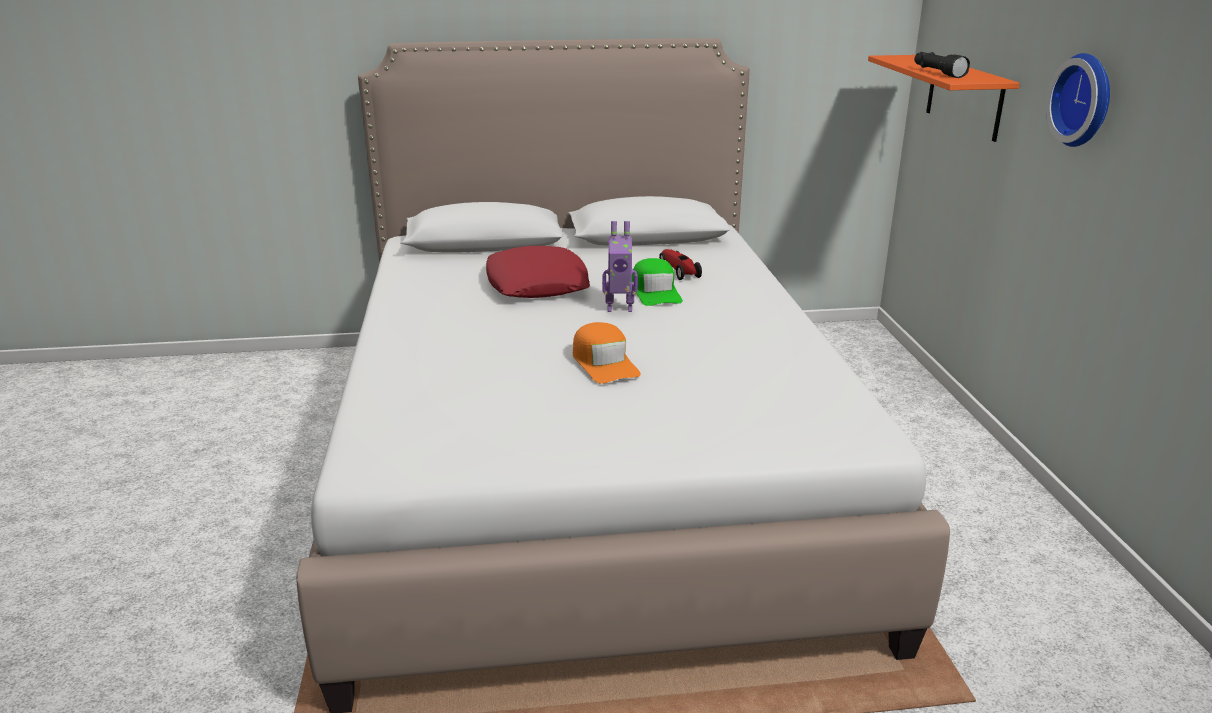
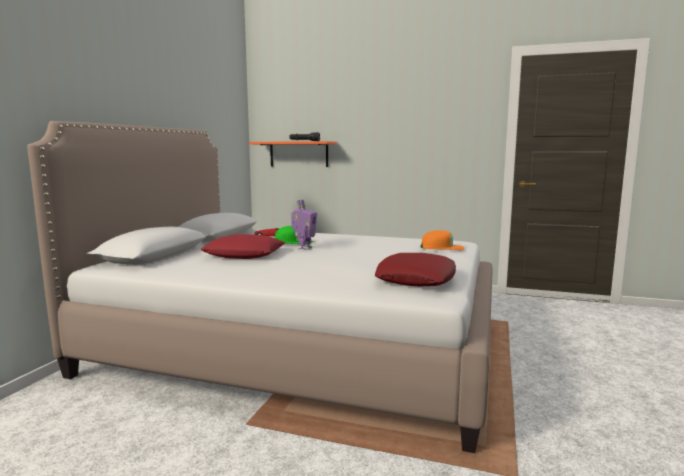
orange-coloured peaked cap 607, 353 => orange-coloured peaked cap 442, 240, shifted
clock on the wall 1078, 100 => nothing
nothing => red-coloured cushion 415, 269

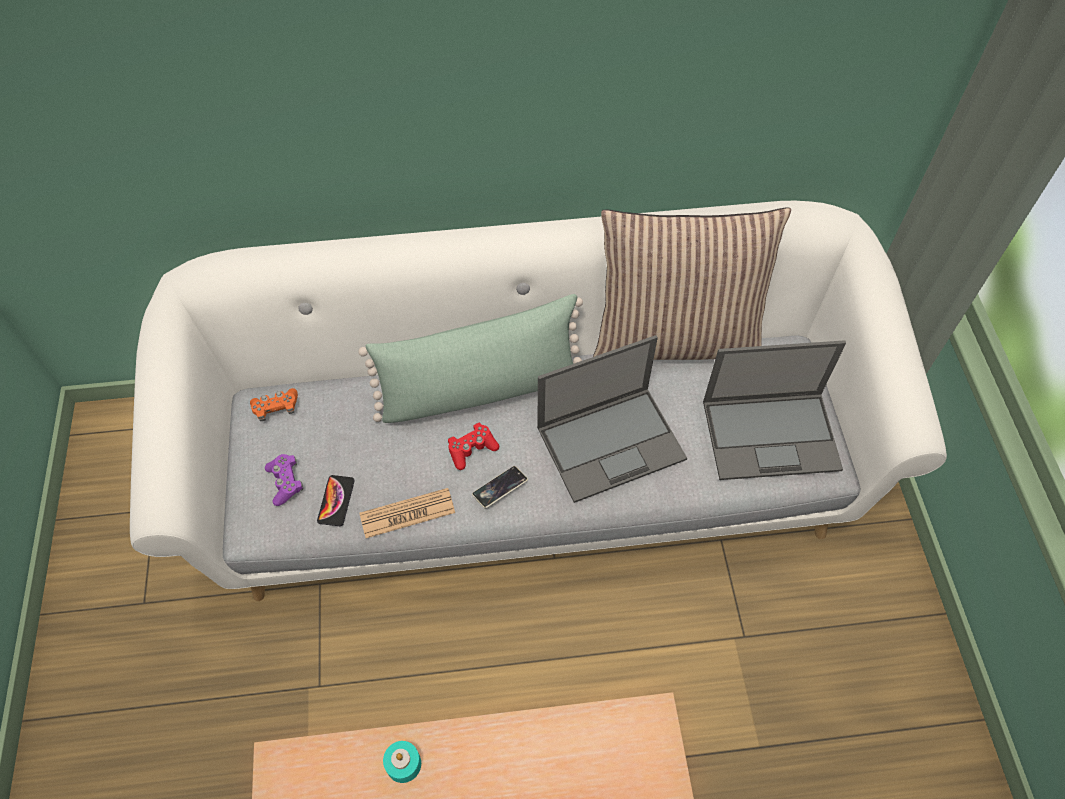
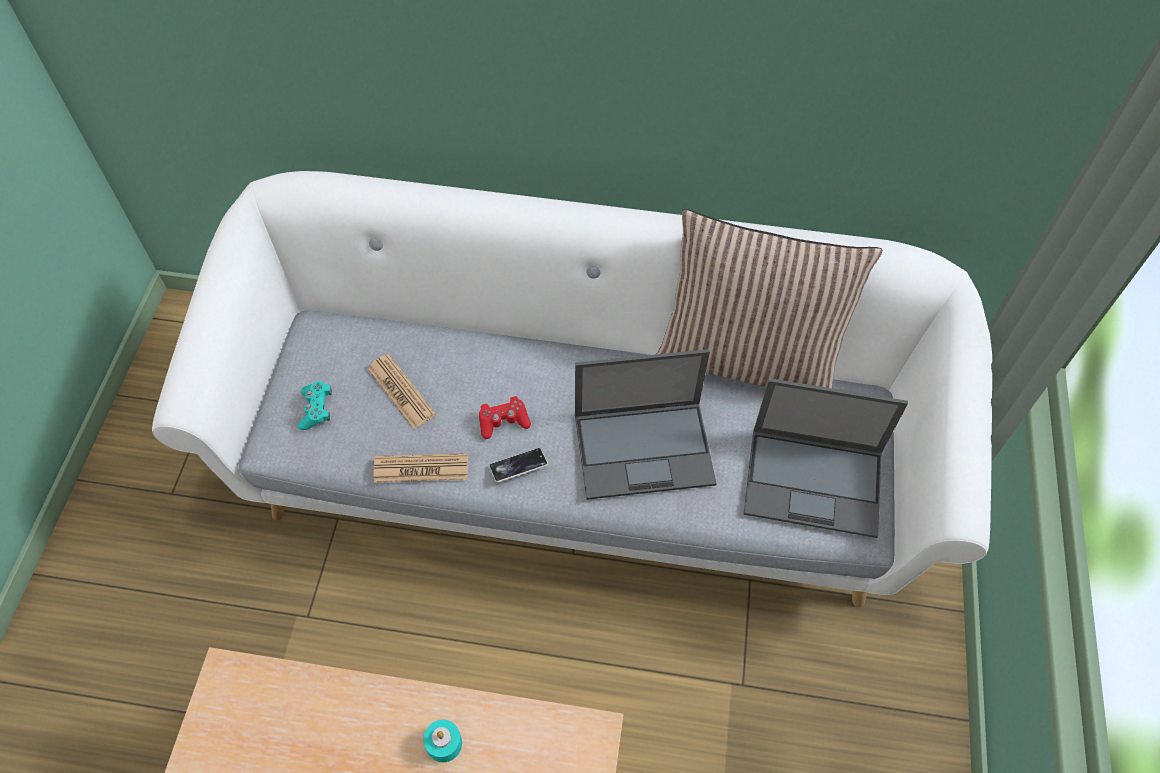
orange-coloured gamepad 274, 404 => nothing
purple-coloured gamepad 284, 480 => turquoise-coloured gamepad 315, 405
handset 336, 500 => nothing
green cushion 470, 358 => nothing
turquoise-coloured wax light 402, 762 => turquoise-coloured wax light 442, 741, shifted
nothing => printed paper 401, 391

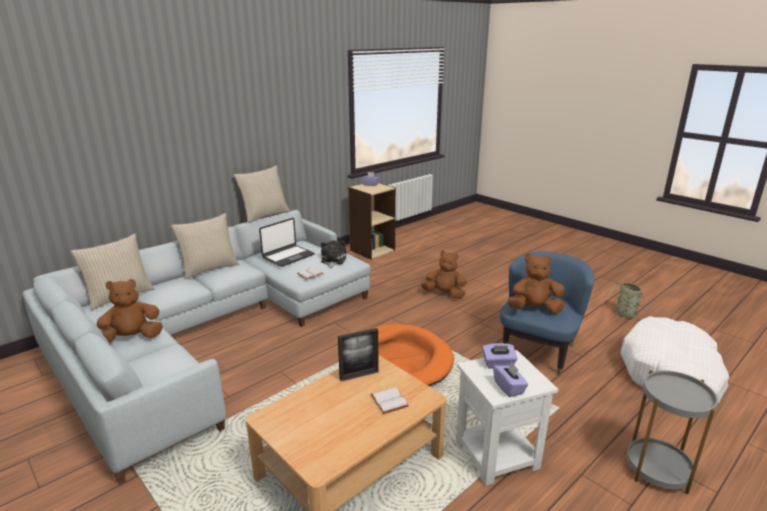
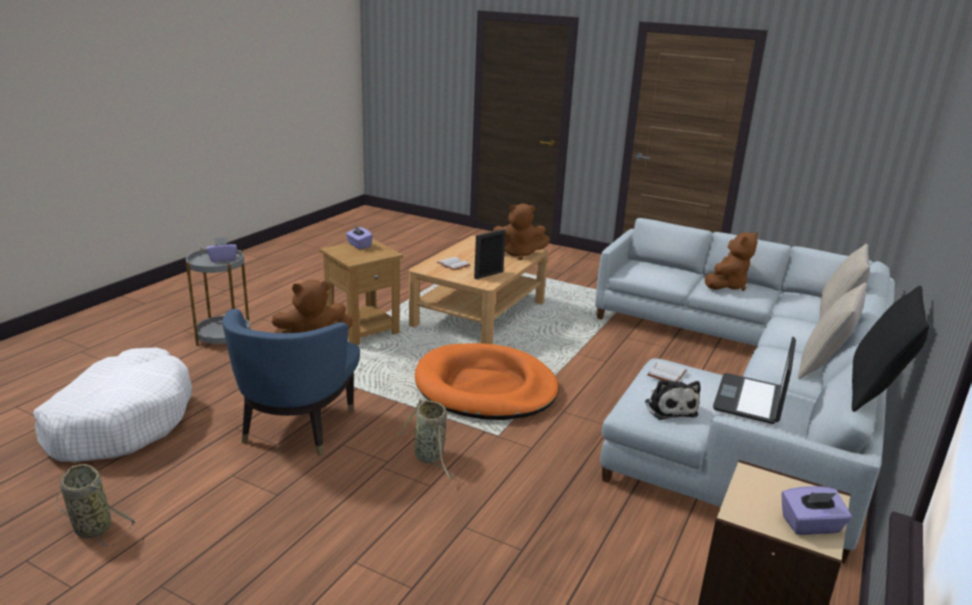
beige cushion 262, 194 => black cushion 891, 349
brown-coloured soft toy 444, 274 => brown-coloured soft toy 521, 231, shifted
whitish accent table 507, 418 => brown-coloured accent table 361, 292
purple-coloured tissue box 499, 356 => purple-coloured tissue box 222, 249, shifted
nothing => storage basket 426, 438

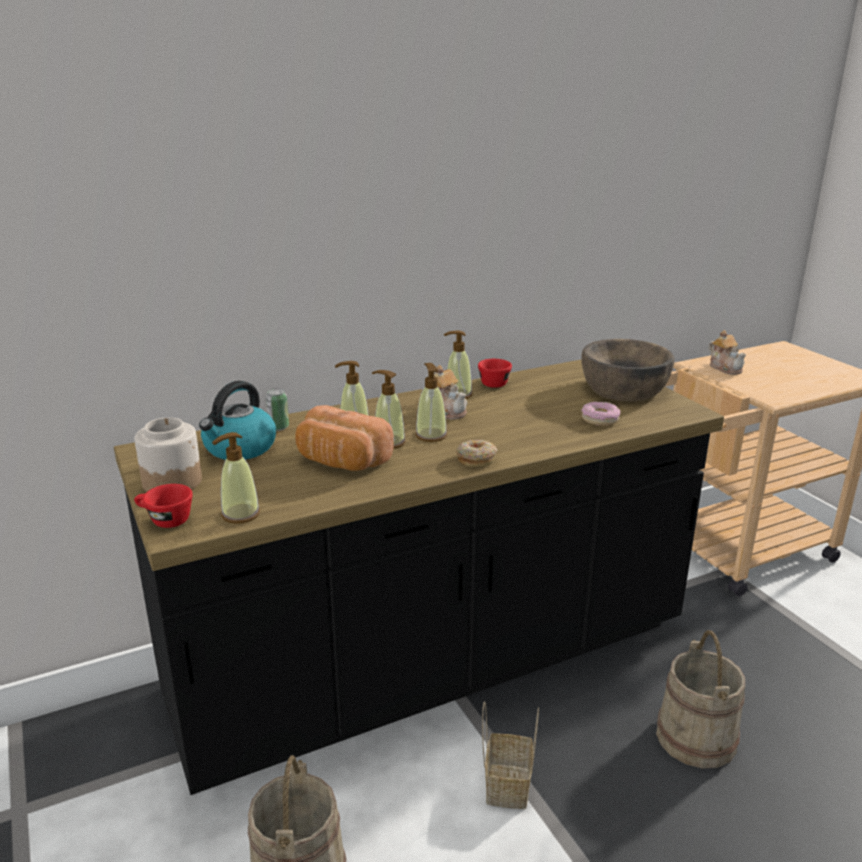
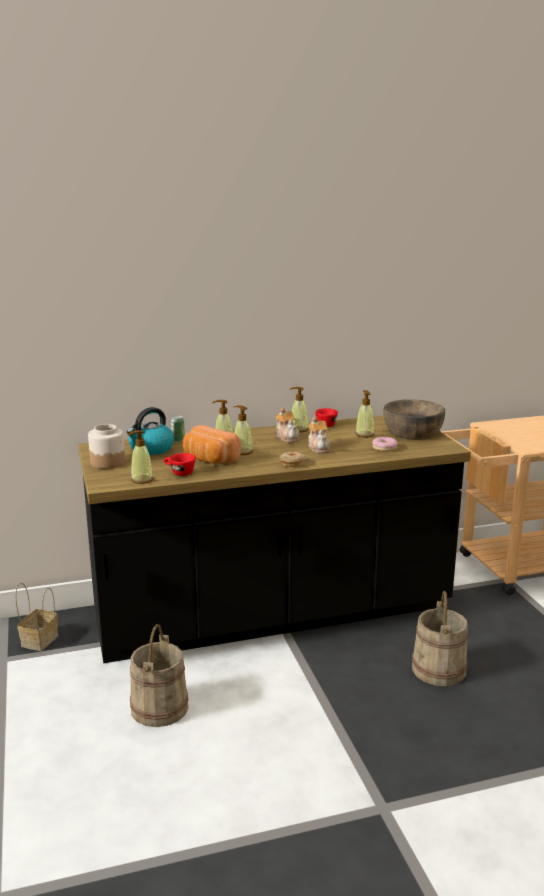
red-coloured cup 163, 506 => red-coloured cup 180, 464, shifted
liquid soap bottle 431, 402 => liquid soap bottle 365, 414, shifted
storage basket 510, 755 => storage basket 36, 617, shifted
pot for tea 727, 352 => pot for tea 319, 434, shifted

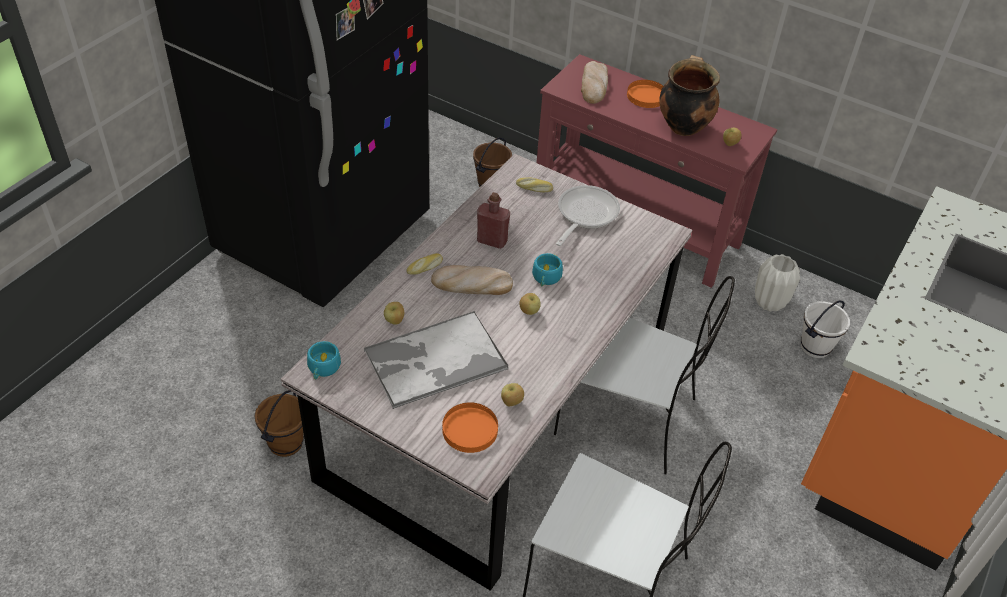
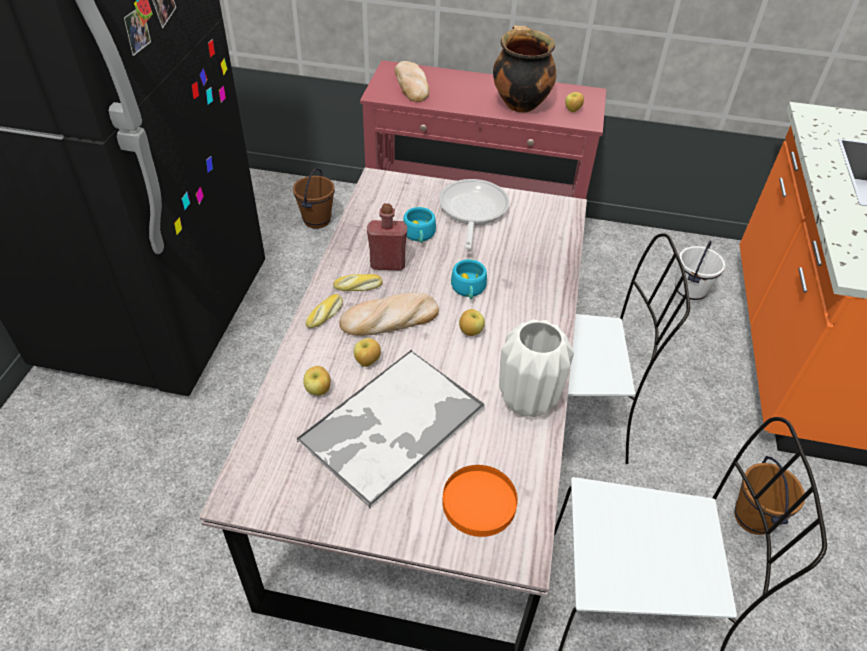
brown-coloured pail 279, 423 => brown-coloured pail 769, 495, shifted
turquoise-coloured cup 324, 360 => turquoise-coloured cup 419, 225, shifted
whole apple 512, 394 => whole apple 367, 352, shifted
baked bread 534, 184 => baked bread 358, 282, shifted
orange-coloured dinner plate 645, 94 => nothing
whitish flower vase 777, 283 => whitish flower vase 536, 368, shifted

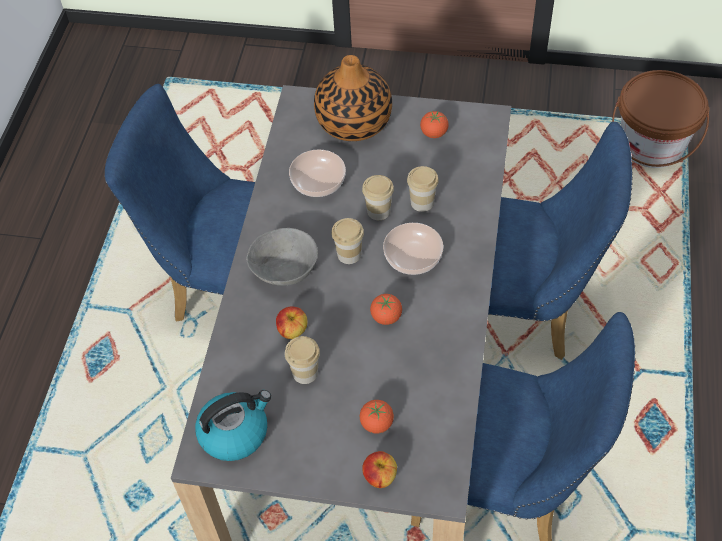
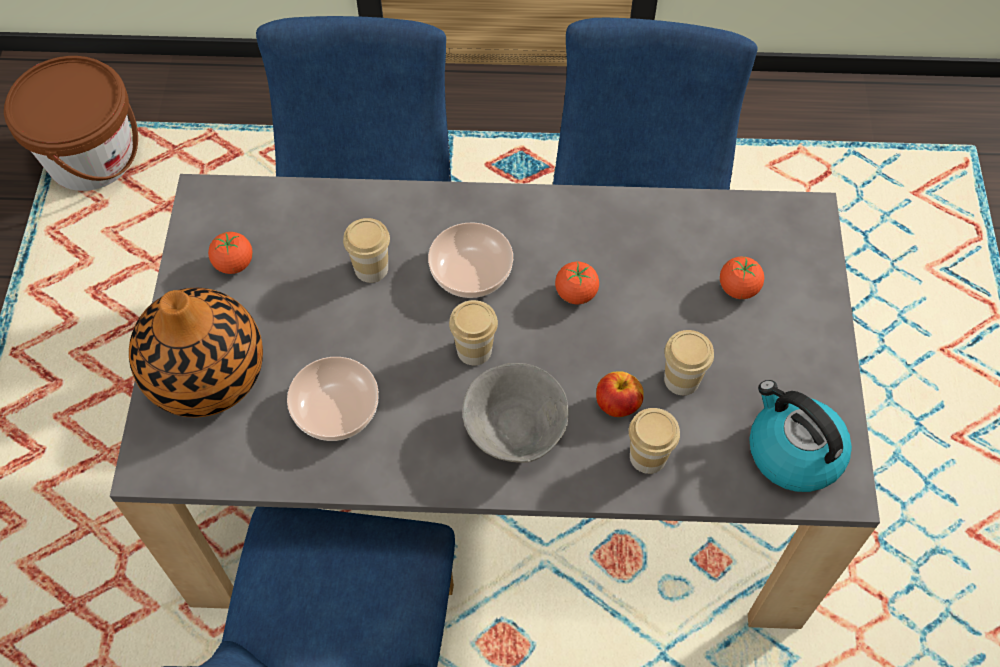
cup 378, 197 => cup 654, 441, shifted
whole apple 379, 469 => nothing

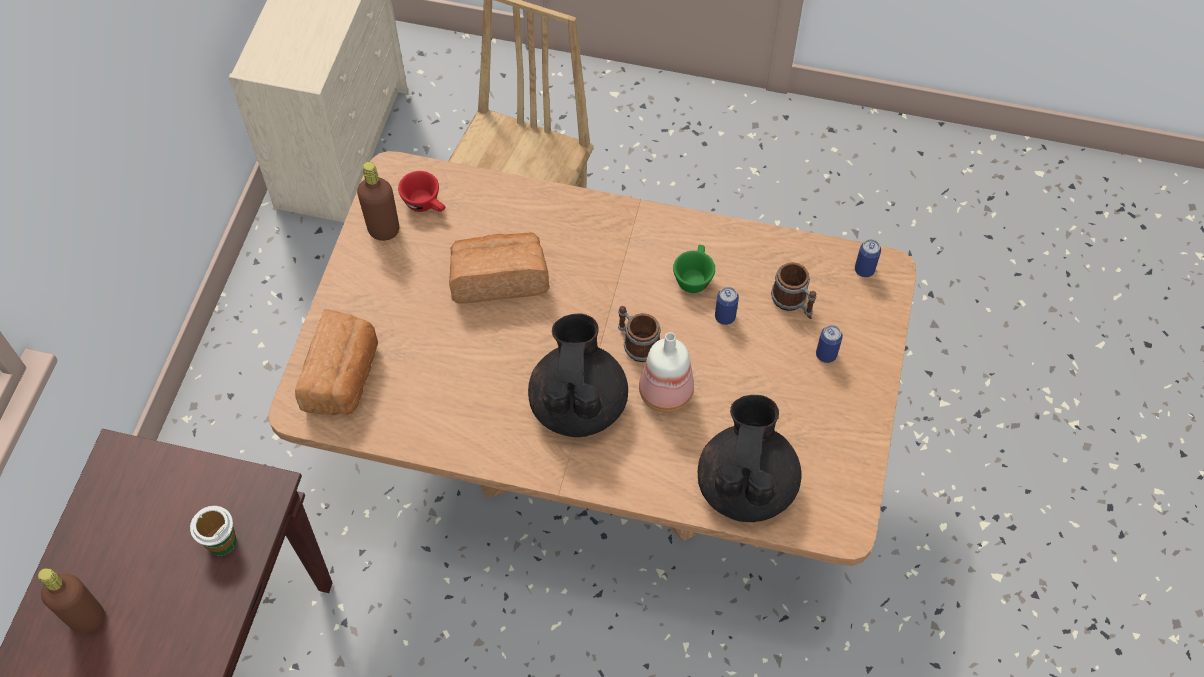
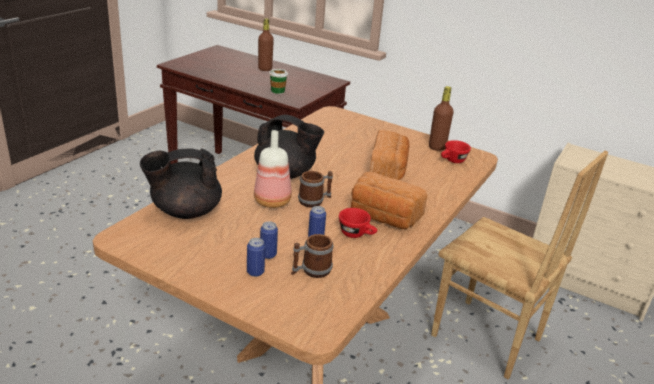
baked bread 336, 362 => baked bread 389, 200, shifted
green cup 694, 269 => red-coloured cup 358, 223
black pot for tea 749, 458 => black pot for tea 181, 183, 135 degrees clockwise
metal can 868, 258 => metal can 269, 240, shifted

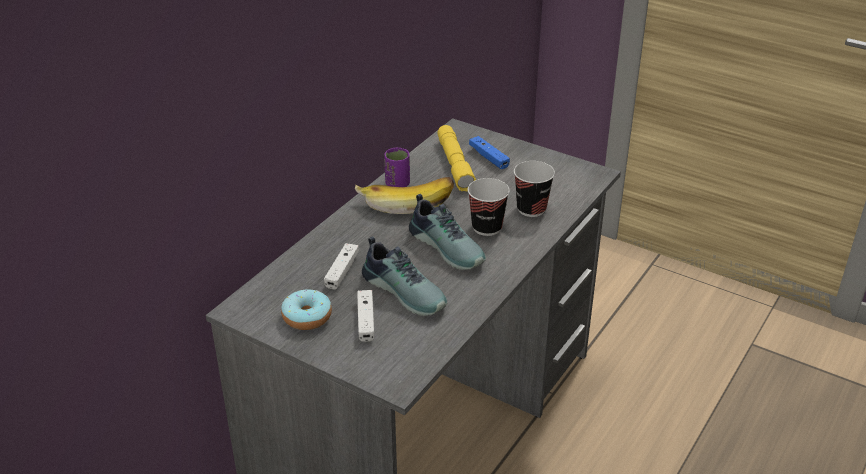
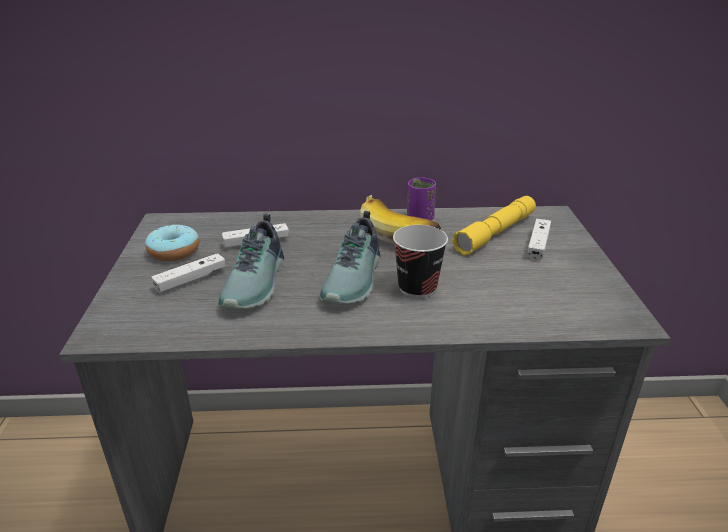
blue gamepad 489, 152 => whitish gamepad 539, 239
cup 534, 189 => nothing

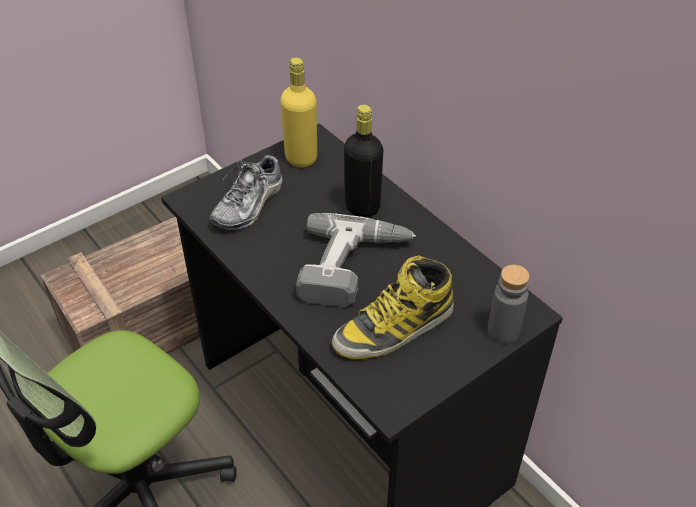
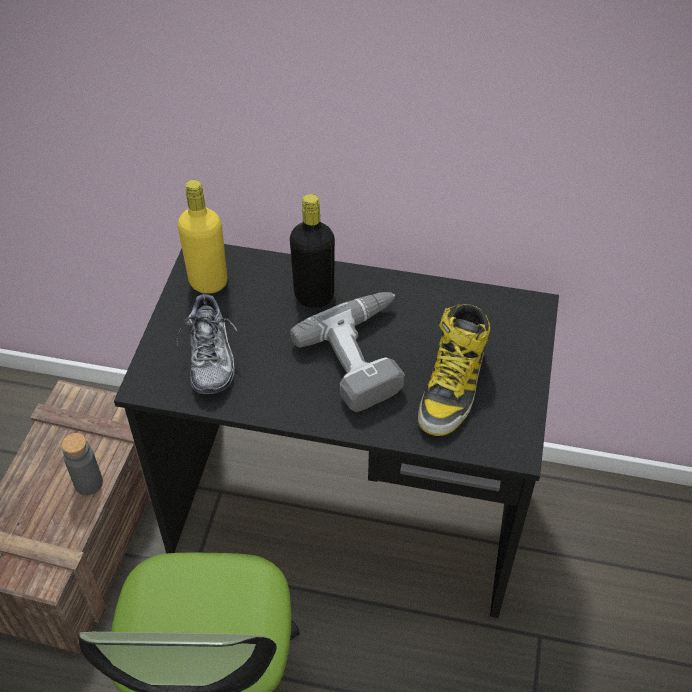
gray bottle 508, 304 => gray bottle 82, 464, shifted

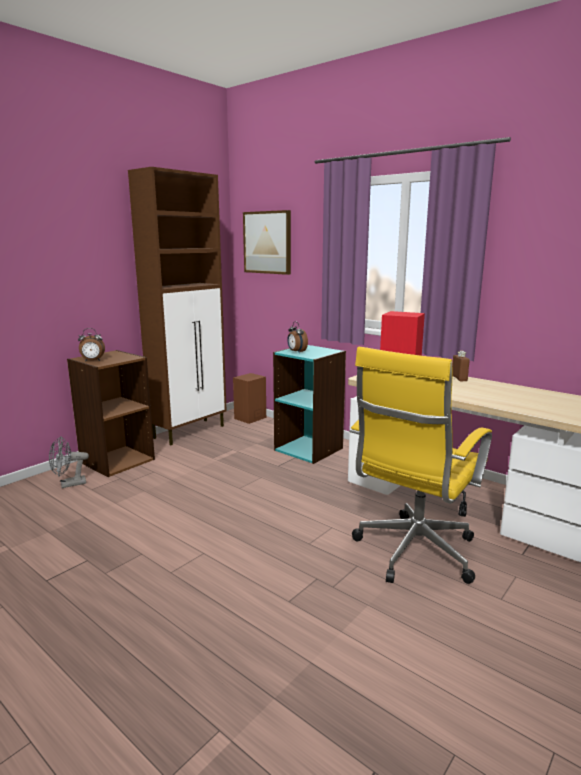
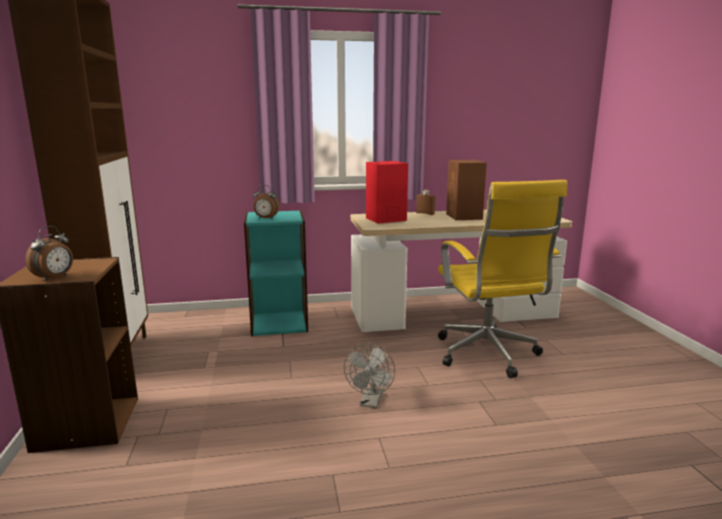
gray fan 69, 462 => gray fan 369, 376, shifted
brown-coloured speaker 249, 398 => brown-coloured speaker 466, 190, shifted
wall art 267, 242 => nothing

